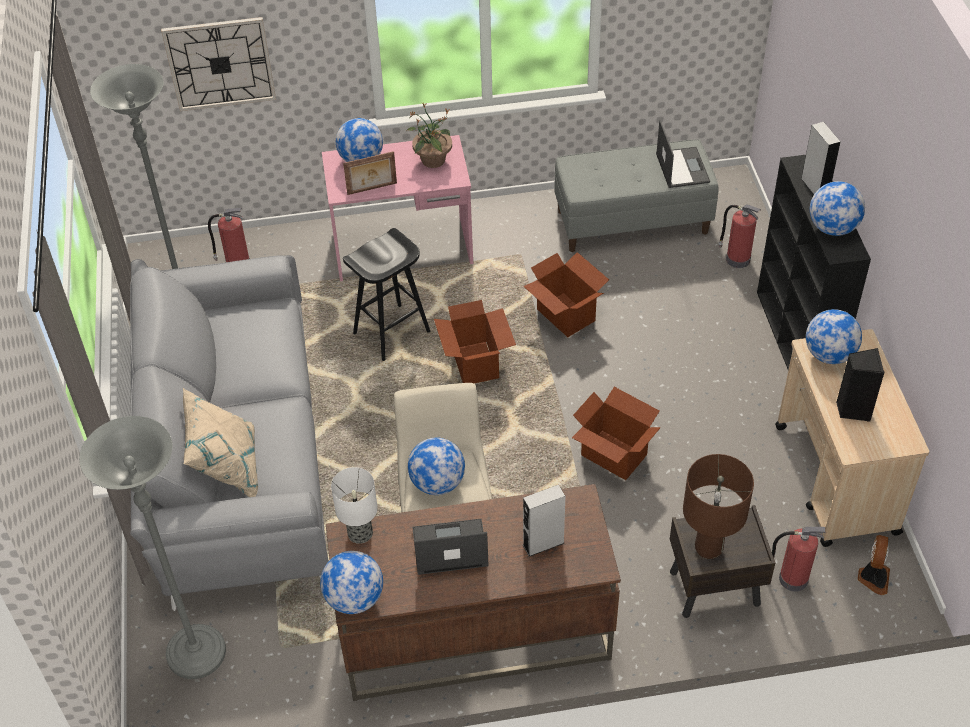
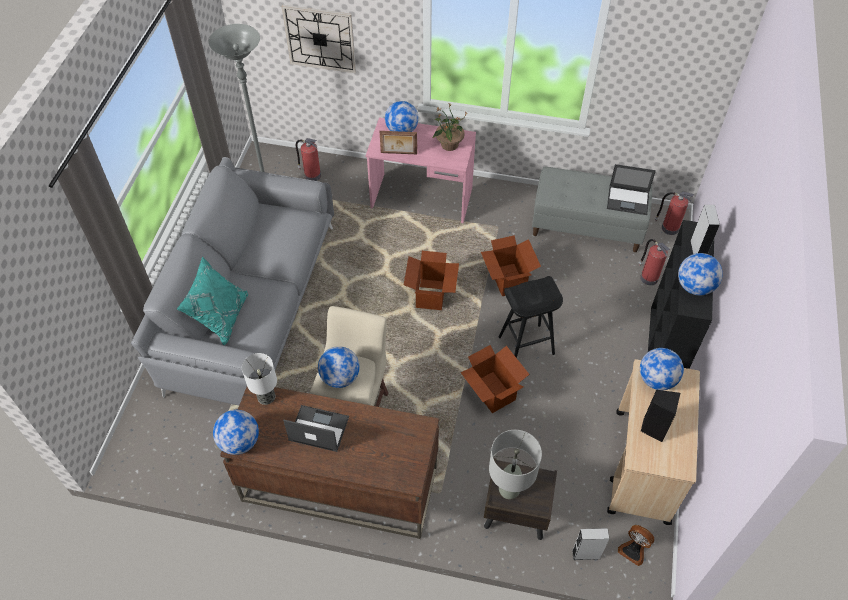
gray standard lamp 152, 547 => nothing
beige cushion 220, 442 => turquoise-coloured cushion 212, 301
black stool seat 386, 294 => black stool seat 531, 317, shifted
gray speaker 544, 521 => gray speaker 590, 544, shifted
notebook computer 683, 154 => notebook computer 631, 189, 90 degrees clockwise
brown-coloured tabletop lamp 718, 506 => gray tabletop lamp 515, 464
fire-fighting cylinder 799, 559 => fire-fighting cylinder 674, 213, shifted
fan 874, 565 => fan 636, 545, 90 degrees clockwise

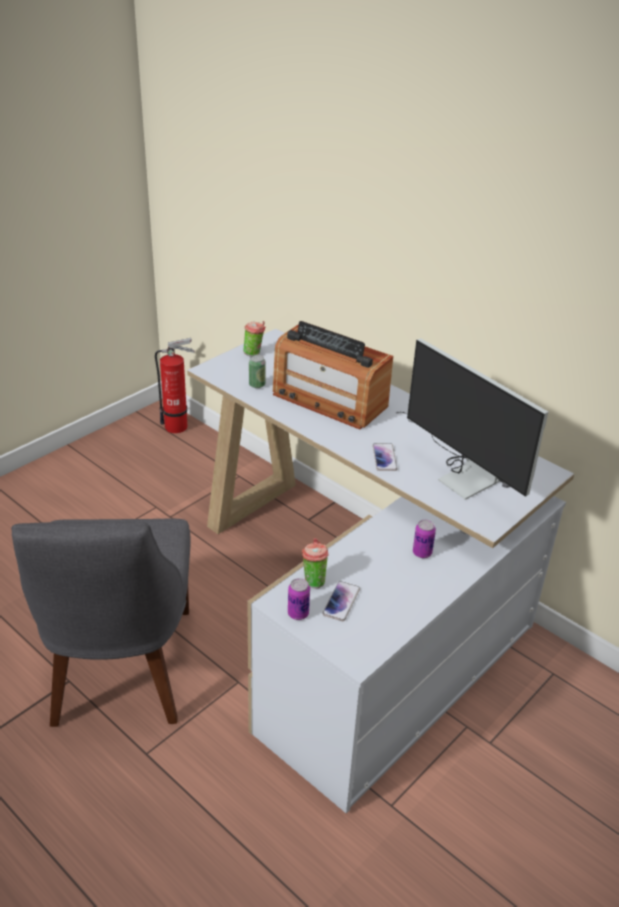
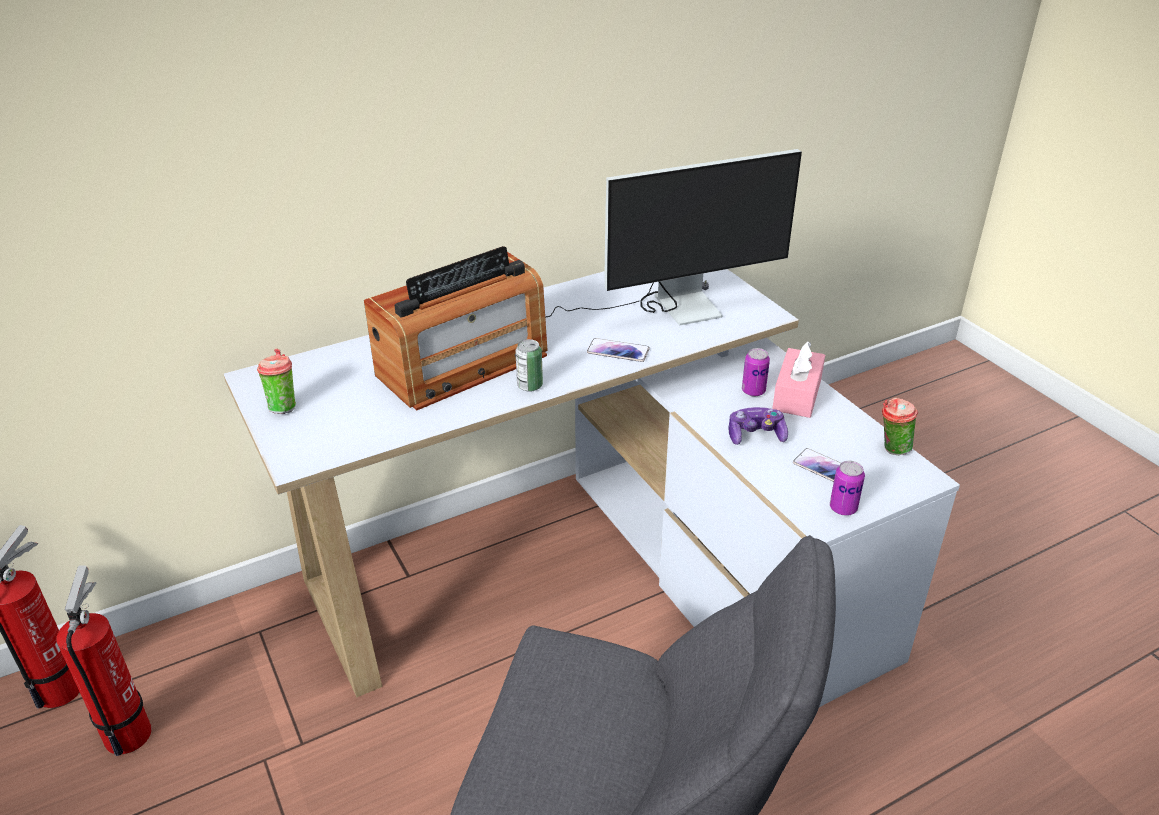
metal can 257, 371 => metal can 529, 365, shifted
cup 315, 563 => cup 900, 426, shifted
nothing => fire-fighting cylinder 103, 660
nothing => gamepad 758, 426
nothing => pinkish tissue box 798, 379

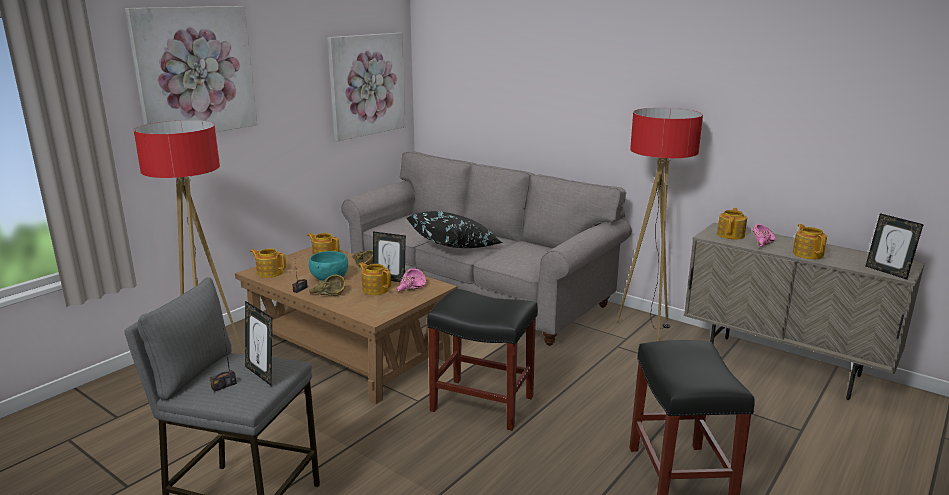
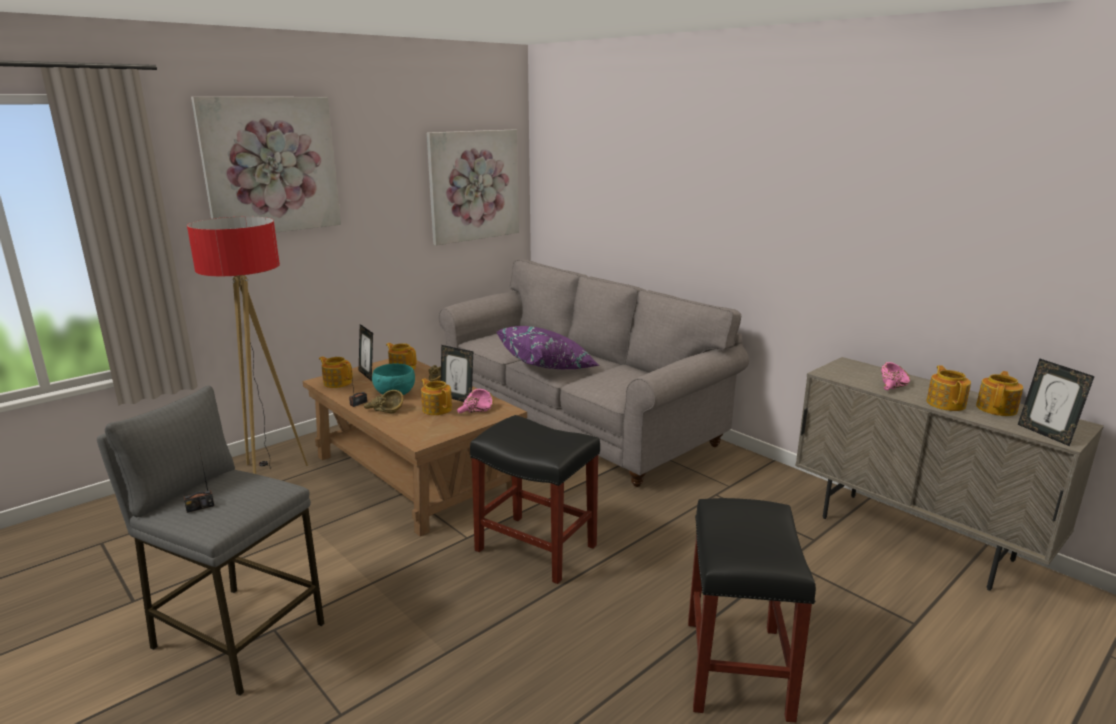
picture frame 258, 343 => picture frame 366, 352, shifted
black cushion 454, 229 => purple-coloured cushion 548, 347
standard lamp 659, 224 => nothing
pot for tea 732, 224 => pot for tea 999, 393, shifted

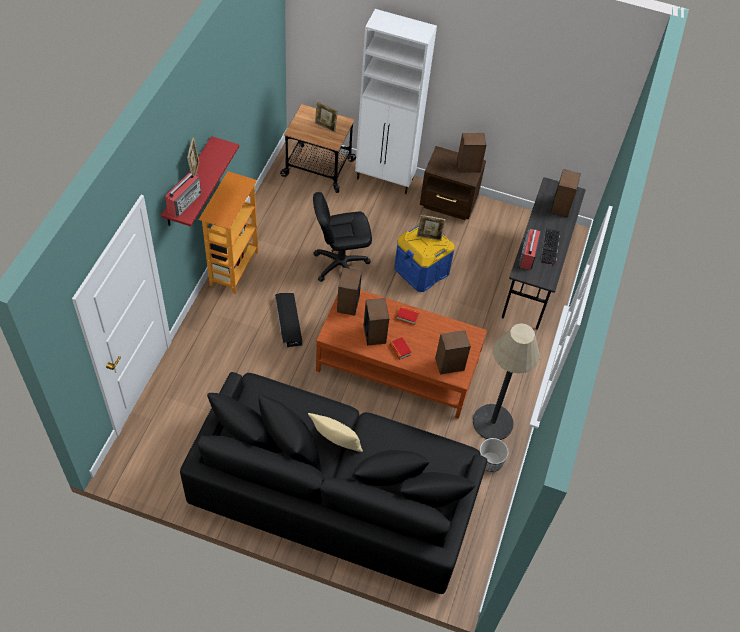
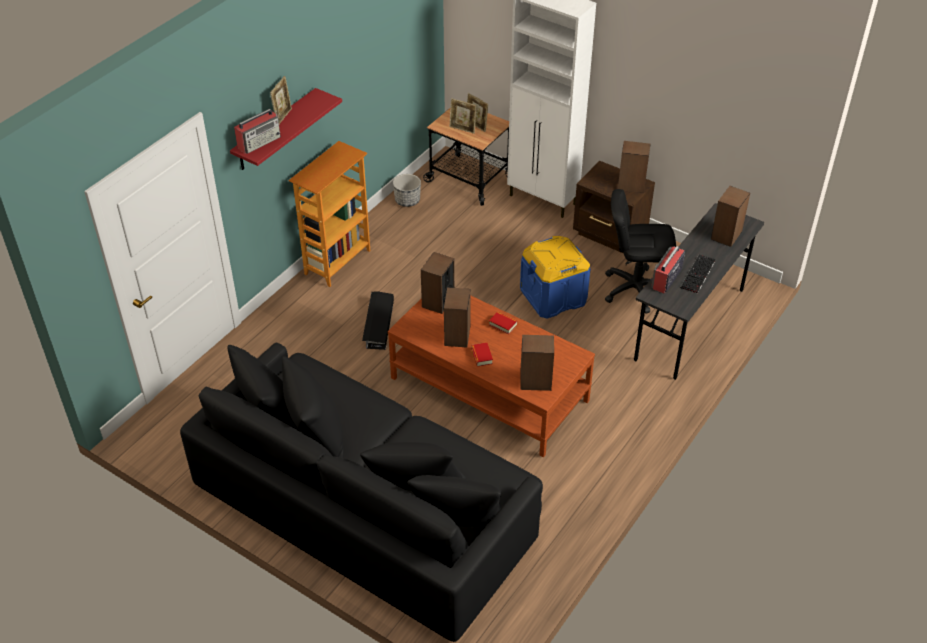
beige cushion 335, 432 => nothing
black office chair 342, 237 => black office chair 640, 251, shifted
picture frame 431, 228 => picture frame 463, 116, shifted
standard lamp 506, 381 => nothing
planter 494, 455 => planter 407, 190, shifted

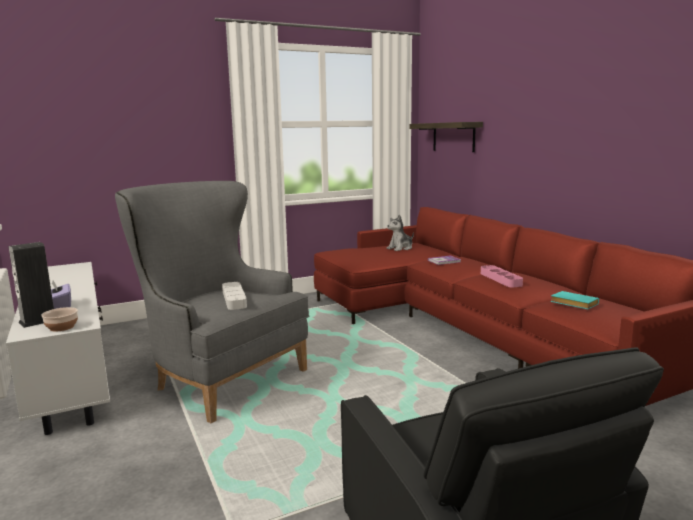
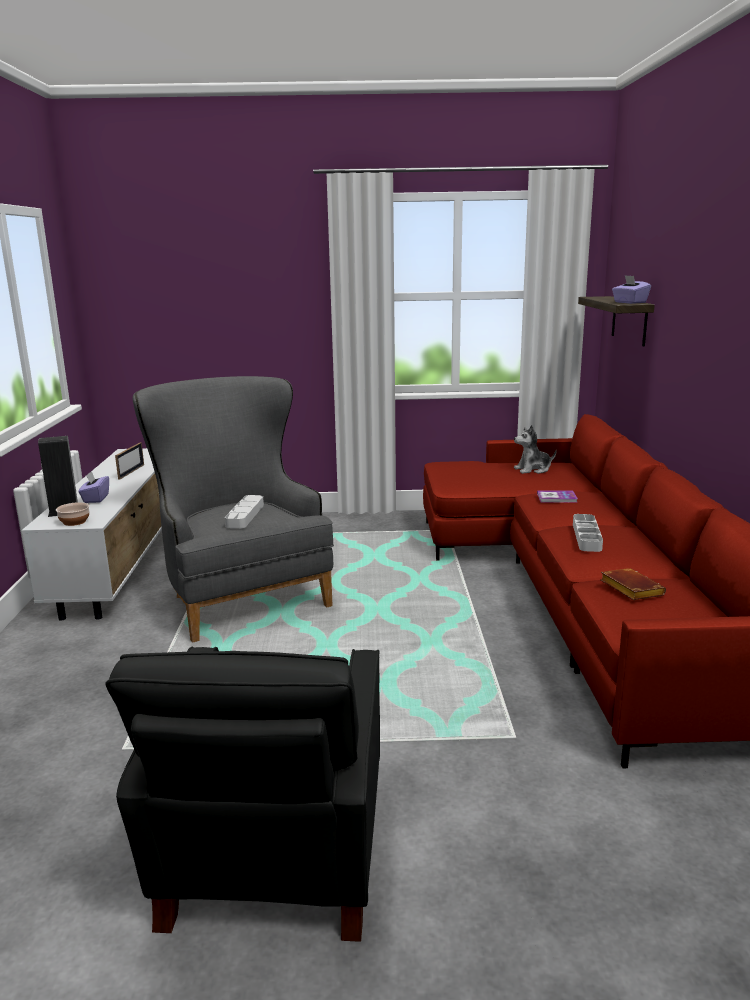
pinkish tray 502, 276 => gray tray 588, 533
turquoise-coloured volume 574, 300 => brown-coloured volume 633, 584
nothing => picture frame 129, 460
nothing => purple-coloured tissue box 631, 289

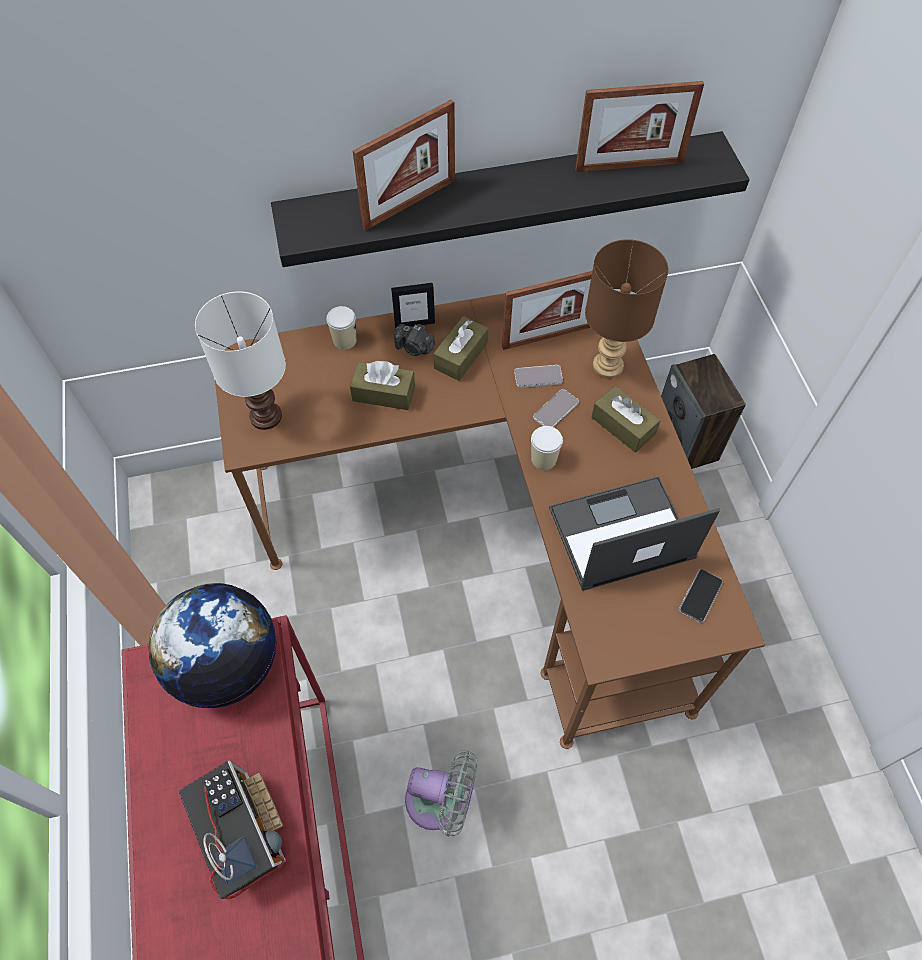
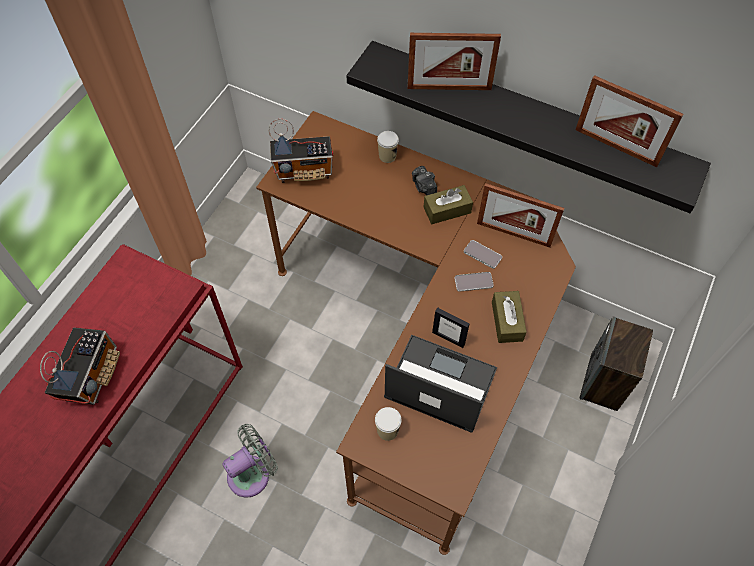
desk globe 212, 645 => nothing
whitish tabletop lamp 240, 361 => radio set 300, 151
brown-coloured tissue box 382, 385 => nothing
picture frame 413, 306 => picture frame 451, 327, shifted
gray fan 441, 793 => gray fan 250, 460, 90 degrees counterclockwise
cup 547, 448 => cup 388, 424, shifted
brown-coloured tabletop lamp 626, 309 => nothing
handset 701, 596 => nothing

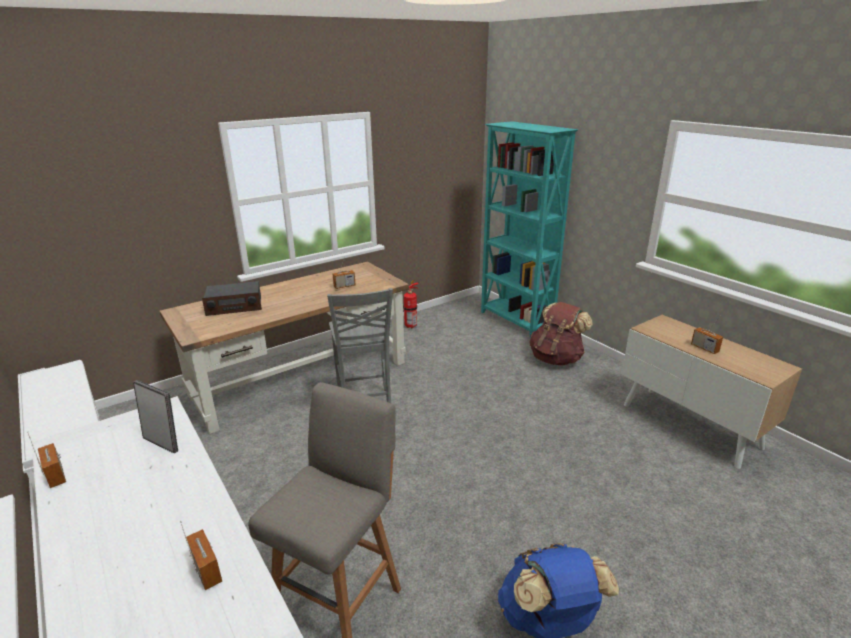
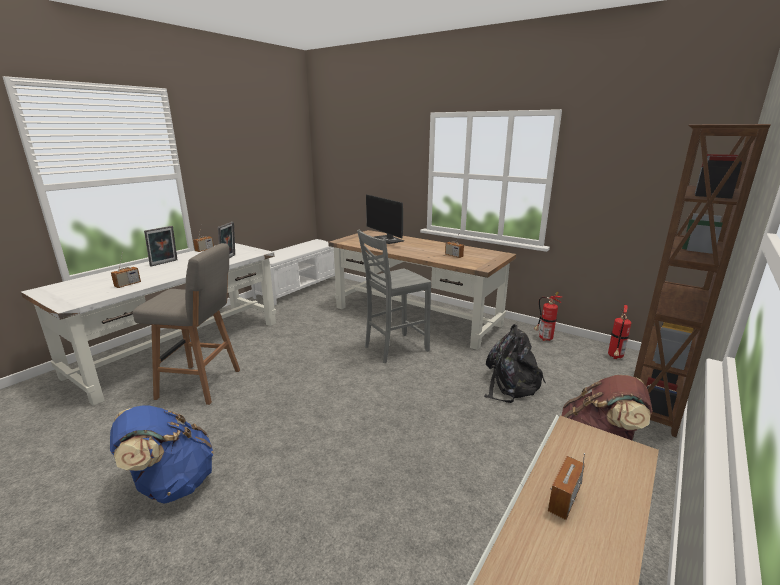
radio set 232, 298 => computer display 385, 219
turquoise-coloured bookcase 529, 229 => brown-coloured bookcase 702, 280
nothing => picture frame 160, 246
nothing => black backpack 515, 363
nothing => fire-fighting cylinder 619, 332

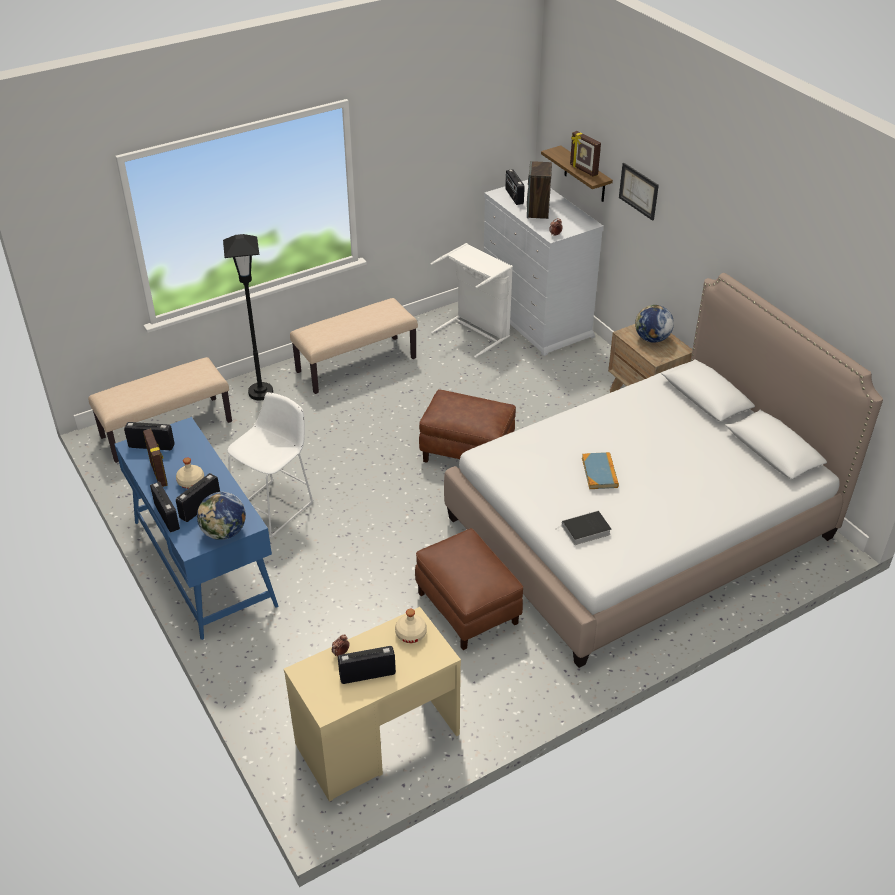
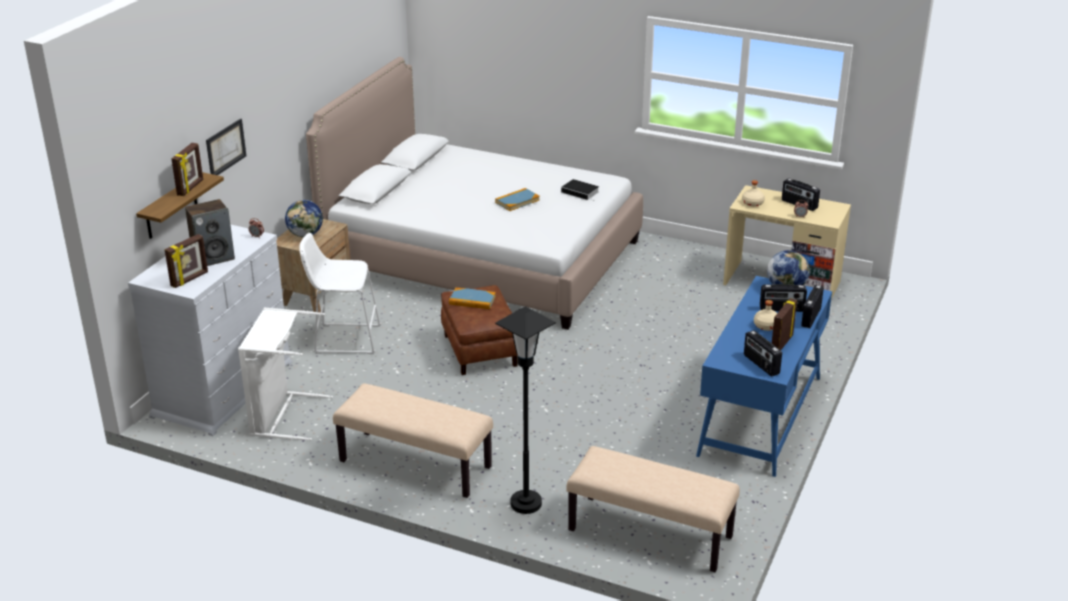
whitish stool seat 270, 465 => whitish stool seat 340, 293, shifted
brown-coloured footrest 469, 589 => nothing
radio set 515, 187 => picture frame 186, 261
nothing => volume 472, 298

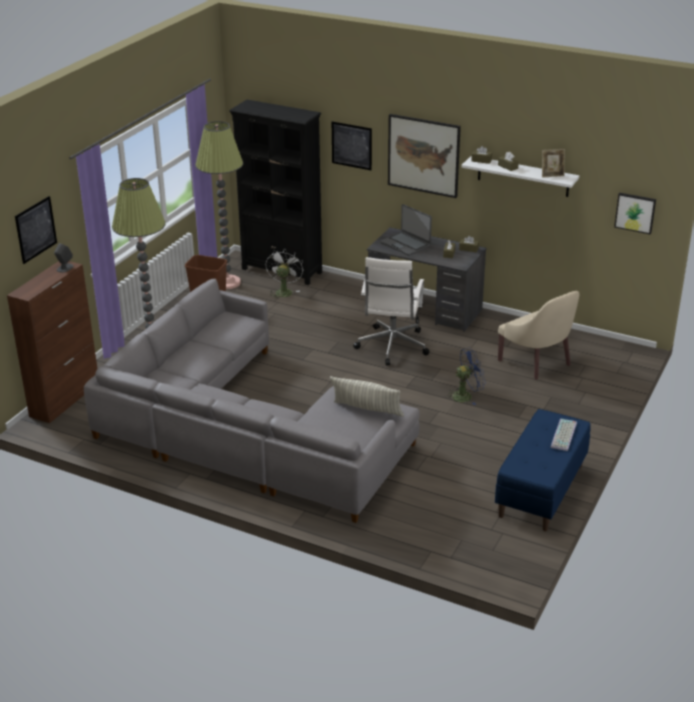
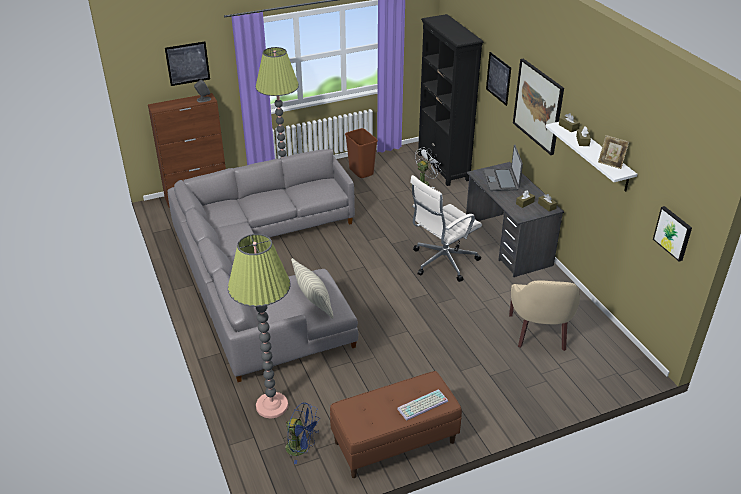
standard lamp 219, 205 => standard lamp 259, 326, shifted
blue fan 465, 376 => blue fan 301, 433, shifted
blue long seat 543, 470 => brown-coloured long seat 396, 424

